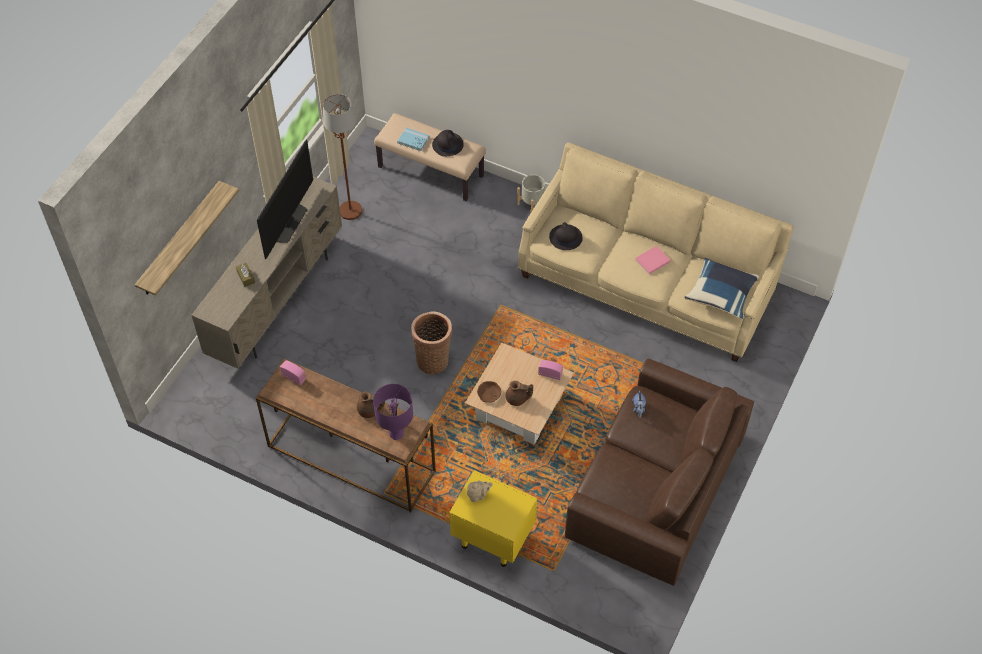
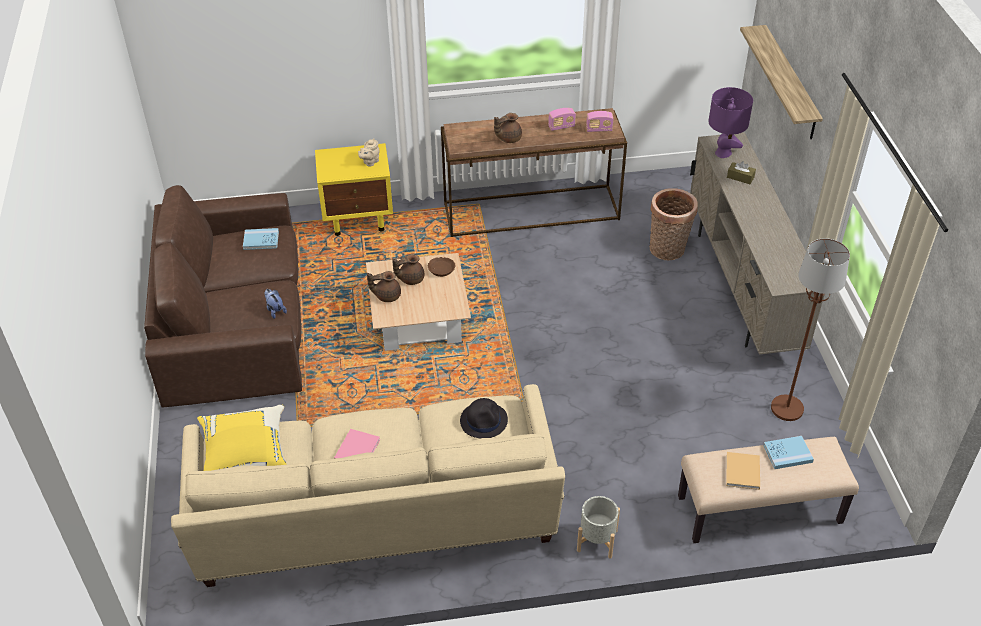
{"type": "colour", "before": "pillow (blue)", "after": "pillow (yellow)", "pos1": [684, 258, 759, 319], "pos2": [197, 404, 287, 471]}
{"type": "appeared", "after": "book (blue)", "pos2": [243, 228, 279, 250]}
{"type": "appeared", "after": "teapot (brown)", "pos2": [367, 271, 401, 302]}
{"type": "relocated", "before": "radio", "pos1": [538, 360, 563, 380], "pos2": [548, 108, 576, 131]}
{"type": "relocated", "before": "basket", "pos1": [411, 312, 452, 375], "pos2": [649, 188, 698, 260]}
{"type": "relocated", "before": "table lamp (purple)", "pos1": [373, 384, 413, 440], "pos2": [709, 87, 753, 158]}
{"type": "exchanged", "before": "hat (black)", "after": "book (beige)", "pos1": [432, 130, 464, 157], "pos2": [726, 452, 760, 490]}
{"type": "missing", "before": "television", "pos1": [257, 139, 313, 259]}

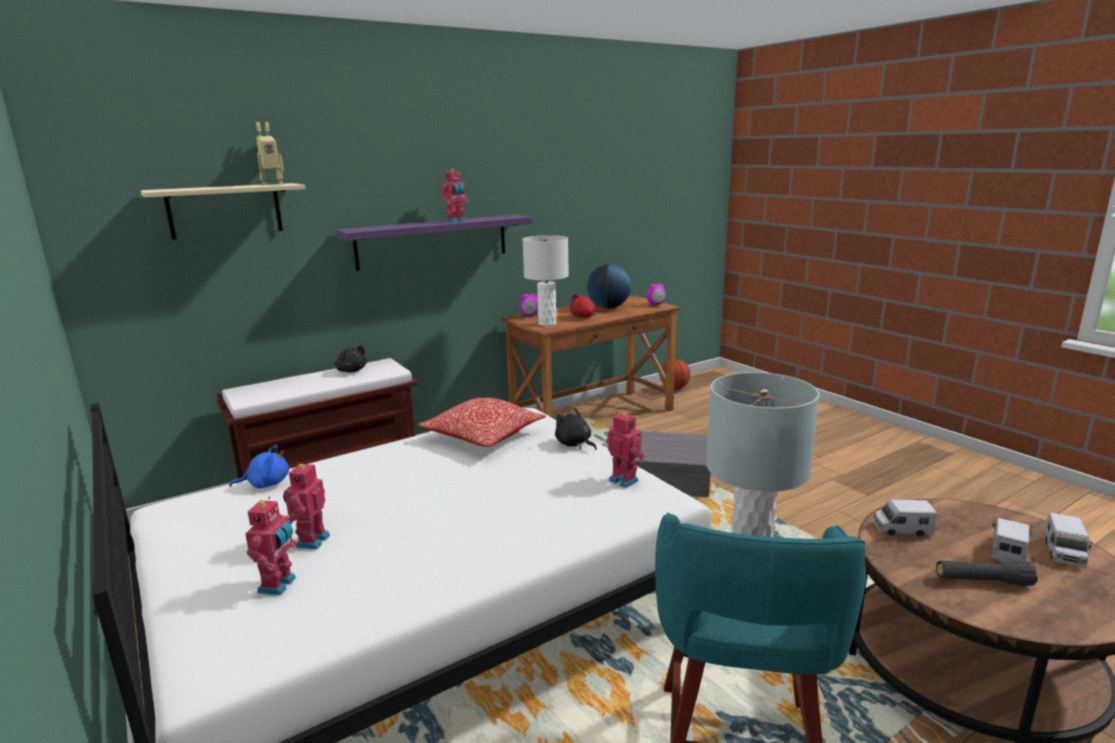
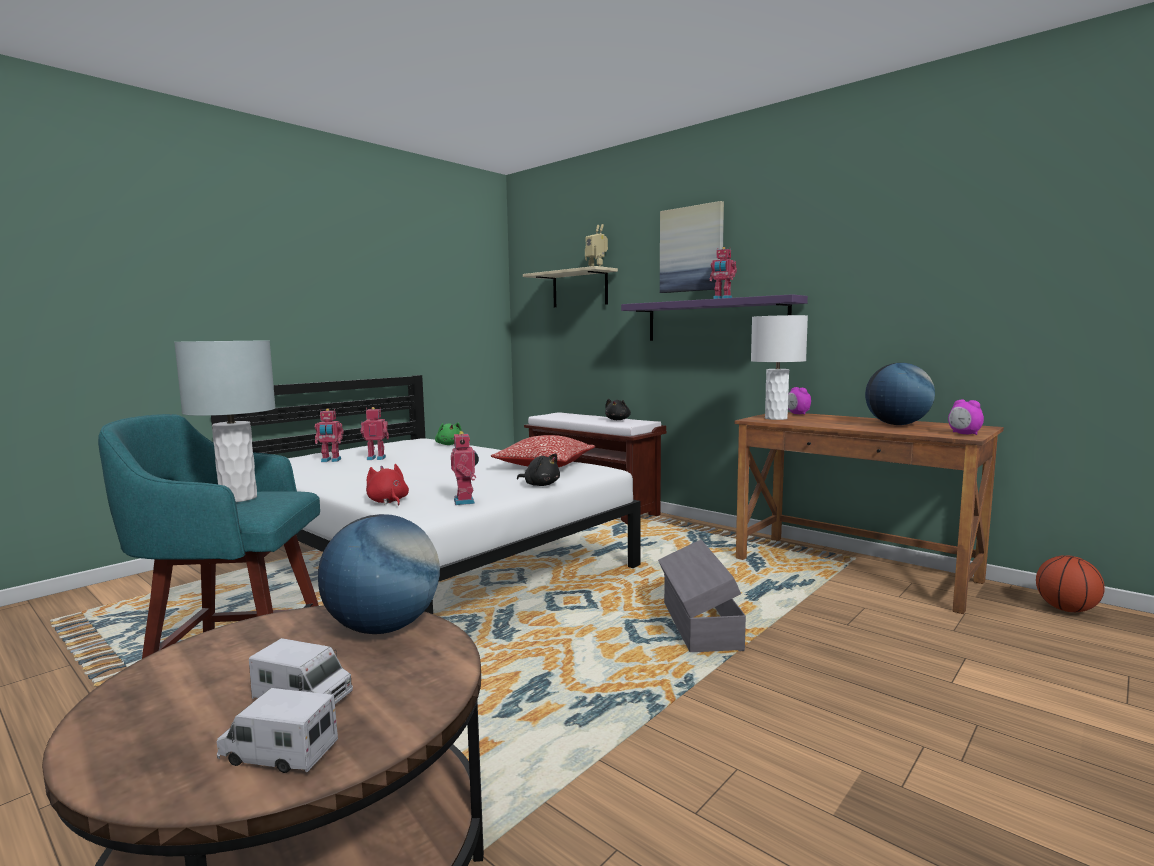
{"type": "exchanged", "before": "toy truck", "after": "globe", "pos1": [873, 499, 937, 537], "pos2": [318, 514, 440, 634]}
{"type": "relocated", "before": "plush toy (red)", "pos1": [570, 294, 604, 318], "pos2": [366, 464, 409, 506]}
{"type": "colour", "before": "plush toy (blue)", "after": "plush toy (green)", "pos1": [229, 445, 289, 489], "pos2": [435, 423, 462, 445]}
{"type": "spun", "before": "toy robot", "pos1": [606, 411, 645, 488], "pos2": [451, 431, 479, 505], "turn": -45}
{"type": "spun", "before": "plush toy (black)", "pos1": [555, 408, 597, 450], "pos2": [517, 453, 560, 486], "turn": 90}
{"type": "appeared", "after": "picture", "pos2": [660, 201, 724, 293]}
{"type": "missing", "before": "flashlight (black)", "pos1": [936, 561, 1038, 586]}

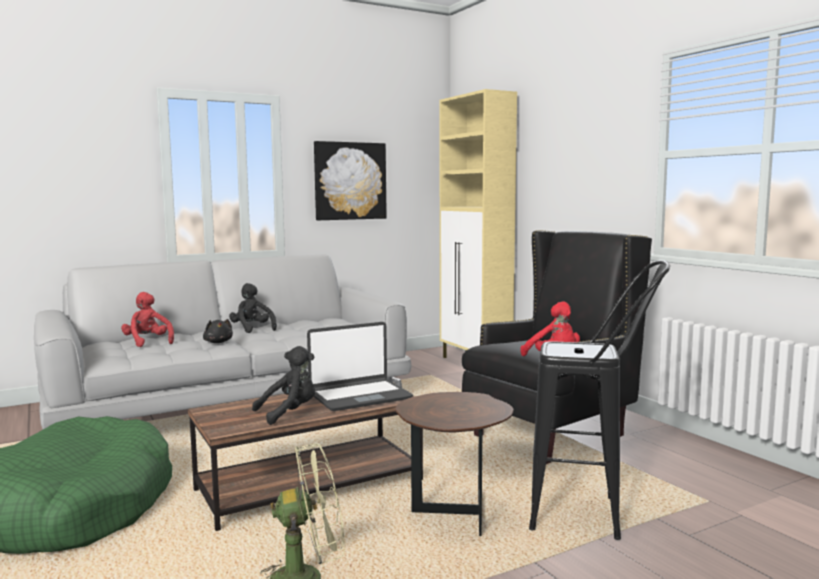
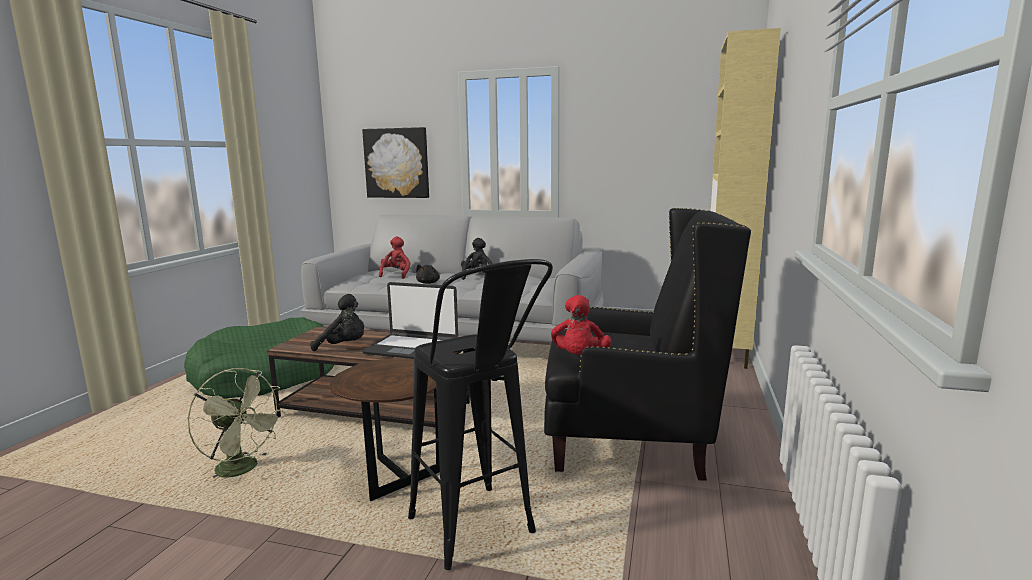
{"type": "relocated", "before": "picture", "pos1": [314, 141, 387, 220], "pos2": [362, 127, 429, 198]}

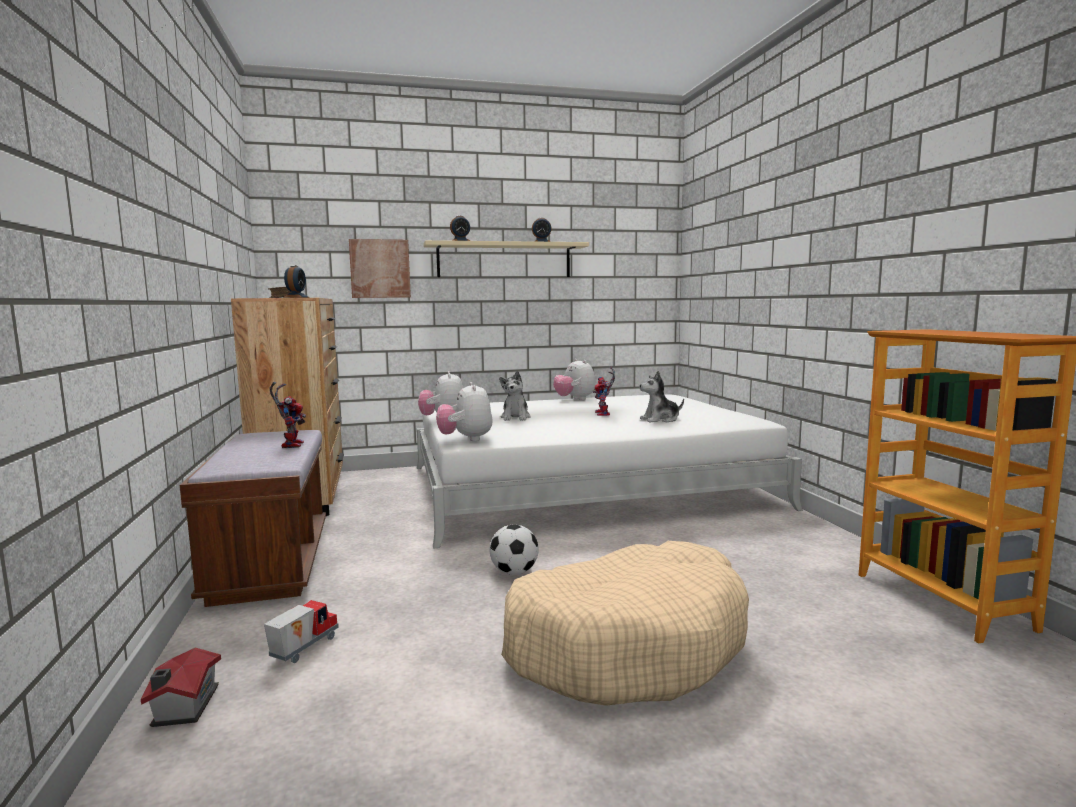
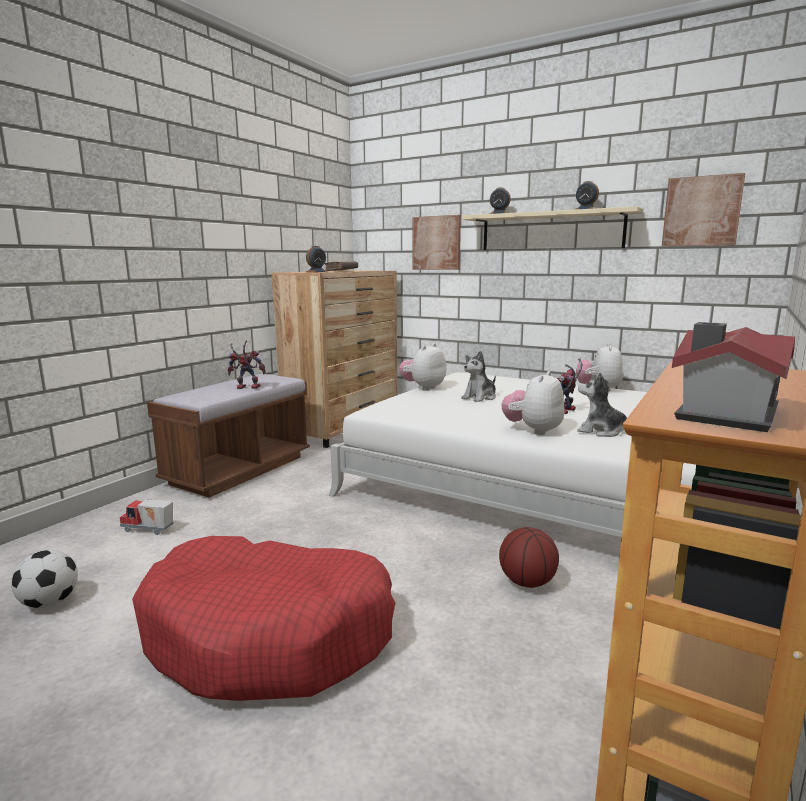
{"type": "relocated", "before": "football", "pos1": [489, 524, 539, 575], "pos2": [11, 550, 78, 608]}
{"type": "spun", "before": "toy truck", "pos1": [264, 600, 339, 663], "pos2": [120, 499, 173, 535], "turn": -150}
{"type": "colour", "before": "dog bed (beige)", "after": "dog bed (red)", "pos1": [501, 541, 749, 706], "pos2": [132, 536, 395, 701]}
{"type": "spun", "before": "toy robot", "pos1": [269, 382, 306, 448], "pos2": [228, 340, 266, 389], "turn": -120}
{"type": "appeared", "after": "basketball", "pos2": [499, 527, 559, 588]}
{"type": "relocated", "before": "plush toy", "pos1": [436, 382, 493, 441], "pos2": [502, 371, 564, 435]}
{"type": "appeared", "after": "picture", "pos2": [662, 173, 745, 247]}
{"type": "relocated", "before": "toy house", "pos1": [141, 648, 221, 727], "pos2": [672, 322, 795, 432]}

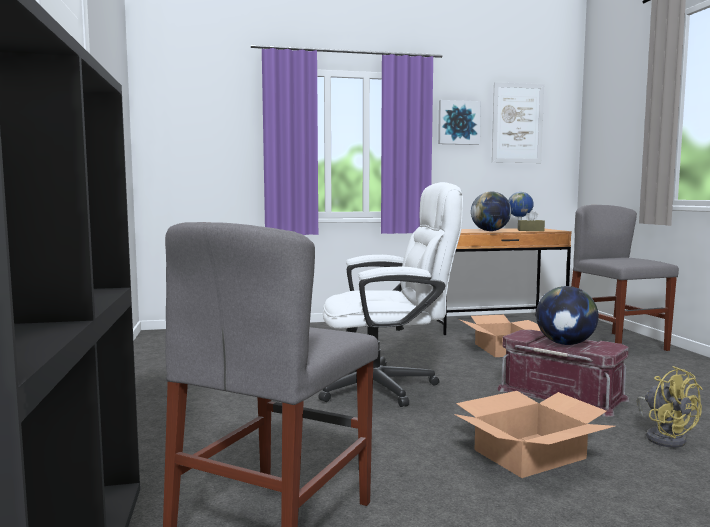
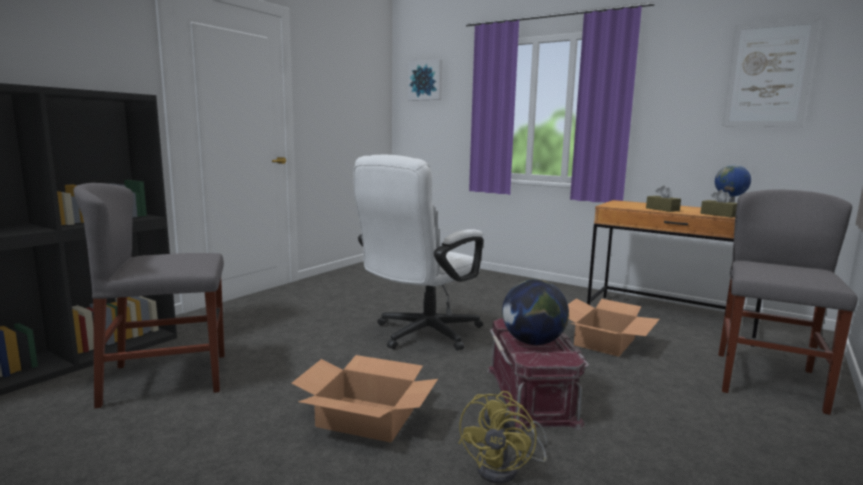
{"type": "spun", "before": "office chair (white)", "pos1": [318, 182, 463, 407], "pos2": [353, 155, 483, 351], "turn": 90}
{"type": "relocated", "before": "picture", "pos1": [438, 100, 481, 145], "pos2": [408, 59, 442, 101]}
{"type": "exchanged", "before": "globe", "after": "tissue box (brown)", "pos1": [471, 192, 511, 231], "pos2": [646, 186, 681, 212]}

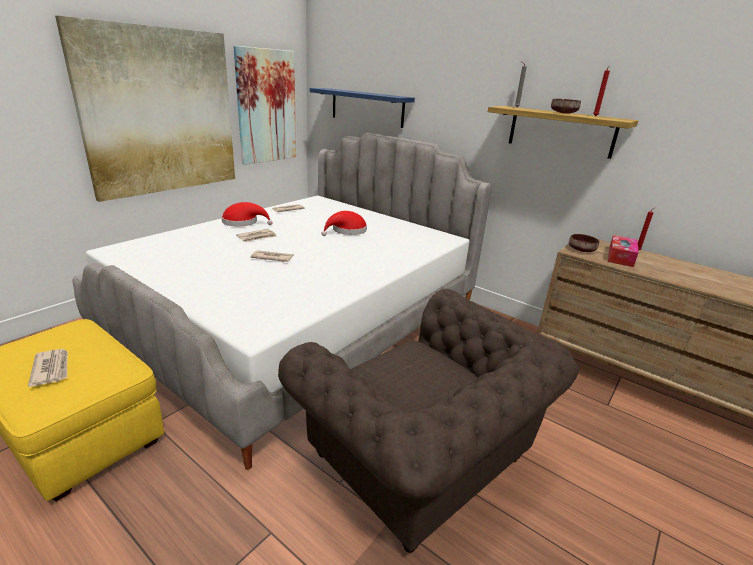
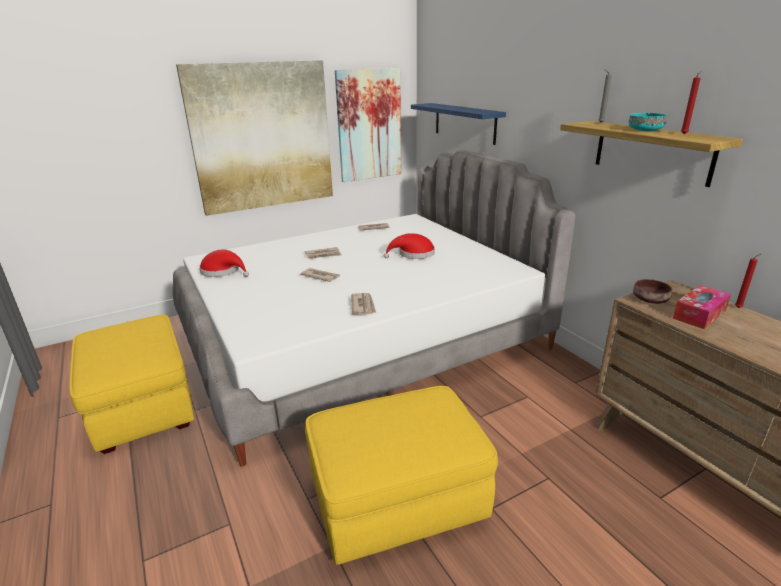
{"type": "relocated", "before": "hat (red)", "pos1": [221, 202, 273, 226], "pos2": [199, 249, 249, 277]}
{"type": "exchanged", "before": "armchair (brown)", "after": "ottoman (yellow)", "pos1": [278, 289, 579, 553], "pos2": [305, 386, 498, 565]}
{"type": "relocated", "before": "newspaper", "pos1": [28, 349, 68, 387], "pos2": [351, 293, 376, 315]}
{"type": "colour", "before": "bowl (brown)", "after": "bowl (turquoise)", "pos1": [551, 99, 581, 114], "pos2": [629, 113, 667, 131]}

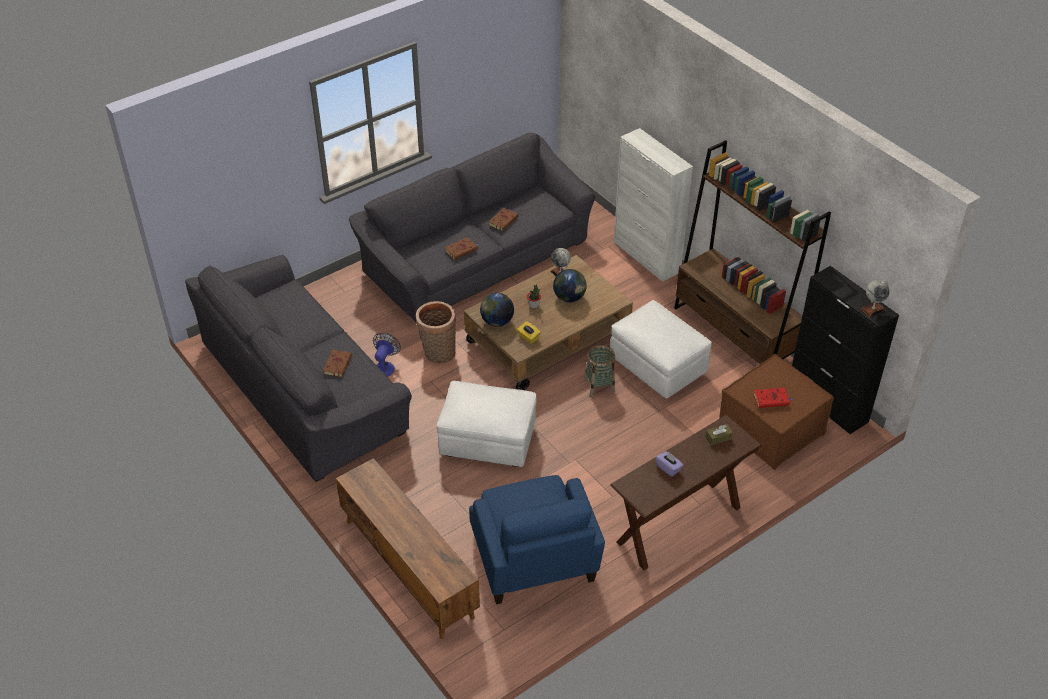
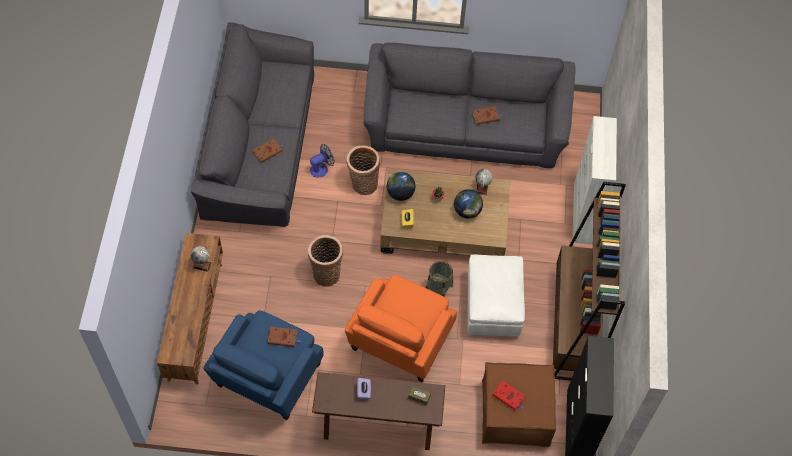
{"type": "relocated", "before": "globe", "pos1": [860, 280, 889, 318], "pos2": [191, 246, 212, 272]}
{"type": "relocated", "before": "book (brown)", "pos1": [445, 237, 478, 260], "pos2": [268, 327, 302, 347]}
{"type": "exchanged", "before": "ottoman (white)", "after": "basket", "pos1": [437, 381, 536, 467], "pos2": [308, 235, 343, 287]}
{"type": "appeared", "after": "armchair (orange)", "pos2": [345, 275, 457, 382]}

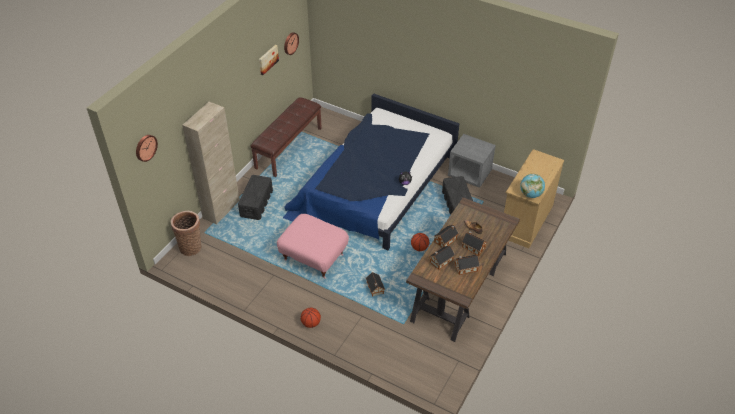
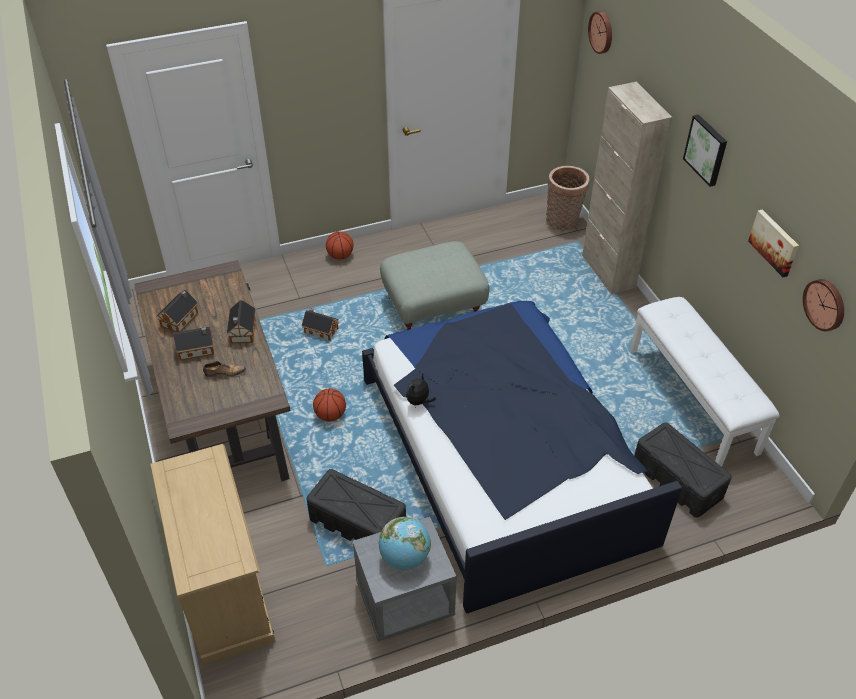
{"type": "relocated", "before": "globe", "pos1": [520, 174, 545, 198], "pos2": [378, 517, 431, 570]}
{"type": "colour", "before": "ottoman (pink)", "after": "ottoman (grey)", "pos1": [277, 214, 349, 278], "pos2": [380, 241, 490, 330]}
{"type": "colour", "before": "bench (brown)", "after": "bench (white)", "pos1": [250, 98, 322, 177], "pos2": [630, 297, 780, 467]}
{"type": "relocated", "before": "storage box (black)", "pos1": [238, 175, 273, 220], "pos2": [634, 423, 732, 518]}
{"type": "appeared", "after": "picture", "pos2": [683, 114, 727, 187]}
{"type": "missing", "before": "toy house", "pos1": [429, 246, 455, 270]}

